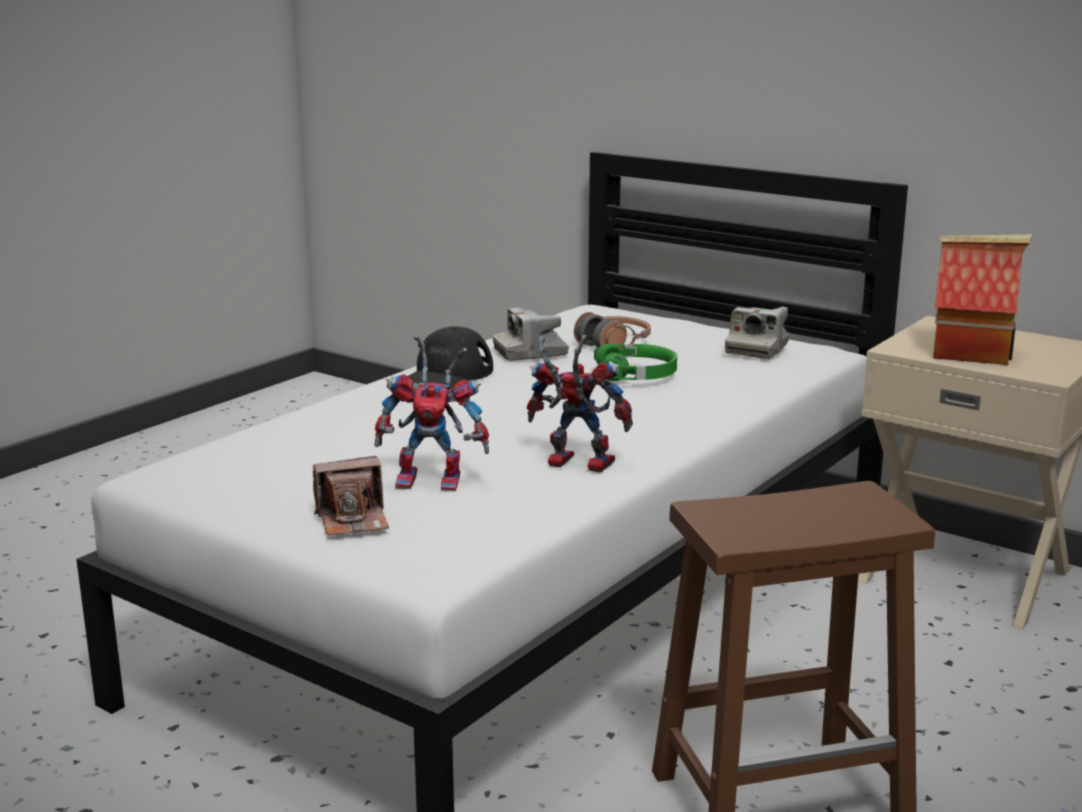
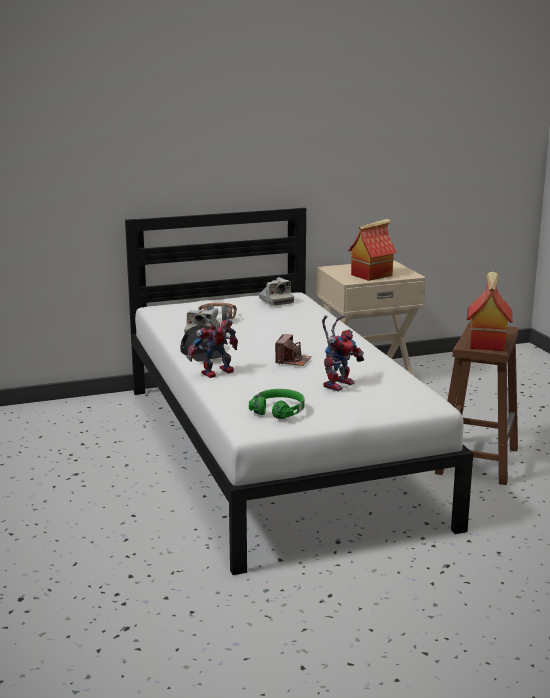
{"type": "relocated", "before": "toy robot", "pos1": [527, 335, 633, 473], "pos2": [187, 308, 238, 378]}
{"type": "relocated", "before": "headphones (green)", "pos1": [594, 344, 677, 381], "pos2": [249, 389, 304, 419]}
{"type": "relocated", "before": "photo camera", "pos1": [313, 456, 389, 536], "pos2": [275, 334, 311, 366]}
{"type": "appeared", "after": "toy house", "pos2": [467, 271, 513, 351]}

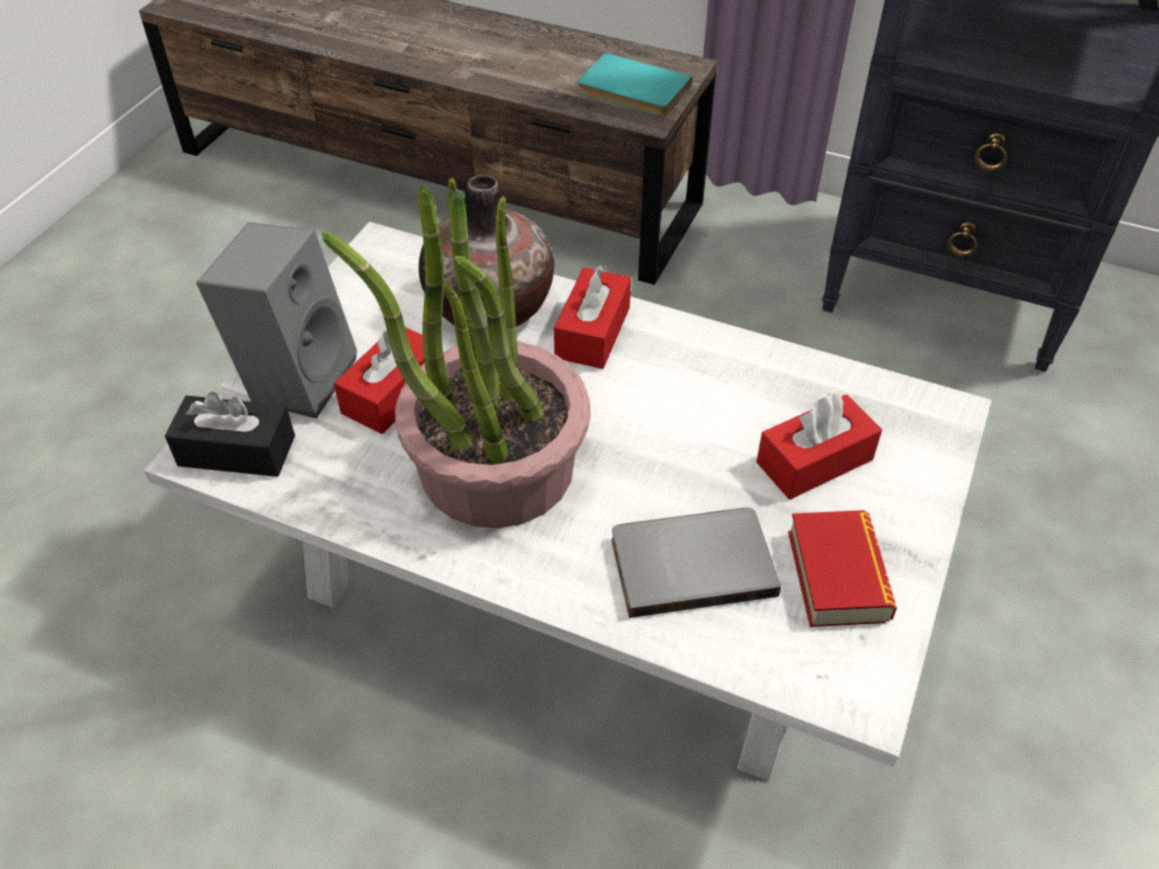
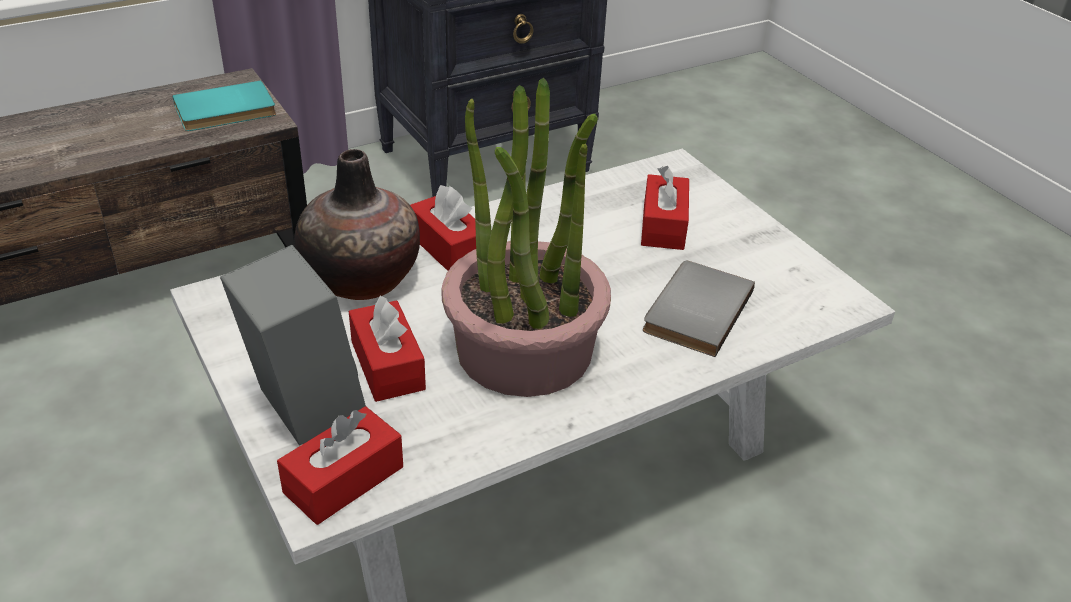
{"type": "colour", "before": "tissue box (black)", "after": "tissue box (red)", "pos1": [165, 392, 295, 477], "pos2": [277, 406, 403, 525]}
{"type": "missing", "before": "book", "pos1": [788, 510, 897, 627]}

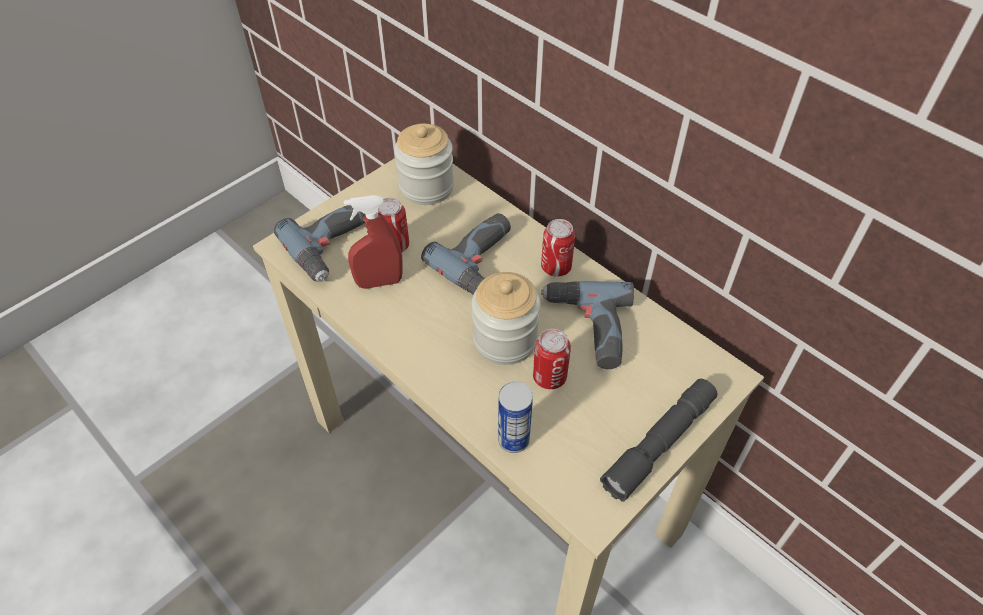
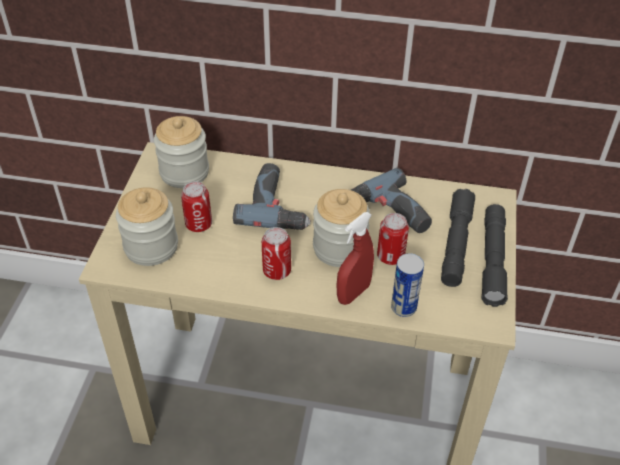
{"type": "exchanged", "before": "power drill", "after": "jar", "pos1": [274, 205, 366, 282], "pos2": [116, 187, 178, 266]}
{"type": "relocated", "before": "can", "pos1": [541, 219, 575, 277], "pos2": [262, 227, 291, 280]}
{"type": "relocated", "before": "spray bottle (red)", "pos1": [344, 195, 403, 289], "pos2": [337, 212, 374, 305]}
{"type": "appeared", "after": "flashlight (grey)", "pos2": [441, 189, 475, 287]}

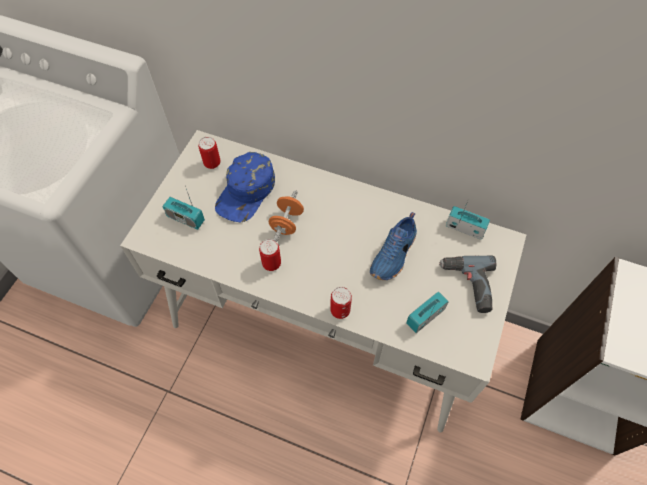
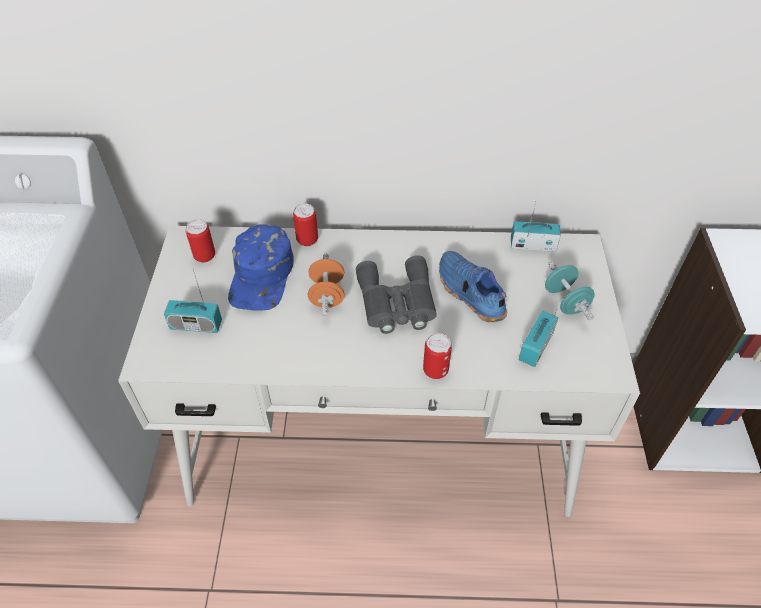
{"type": "relocated", "before": "can", "pos1": [259, 239, 281, 271], "pos2": [293, 204, 318, 246]}
{"type": "appeared", "after": "binoculars (grey)", "pos2": [356, 255, 437, 334]}
{"type": "spun", "before": "shoe (blue)", "pos1": [370, 212, 417, 280], "pos2": [439, 251, 507, 322], "turn": 135}
{"type": "exchanged", "before": "power drill", "after": "dumbbell (turquoise)", "pos1": [439, 256, 496, 313], "pos2": [545, 261, 595, 320]}

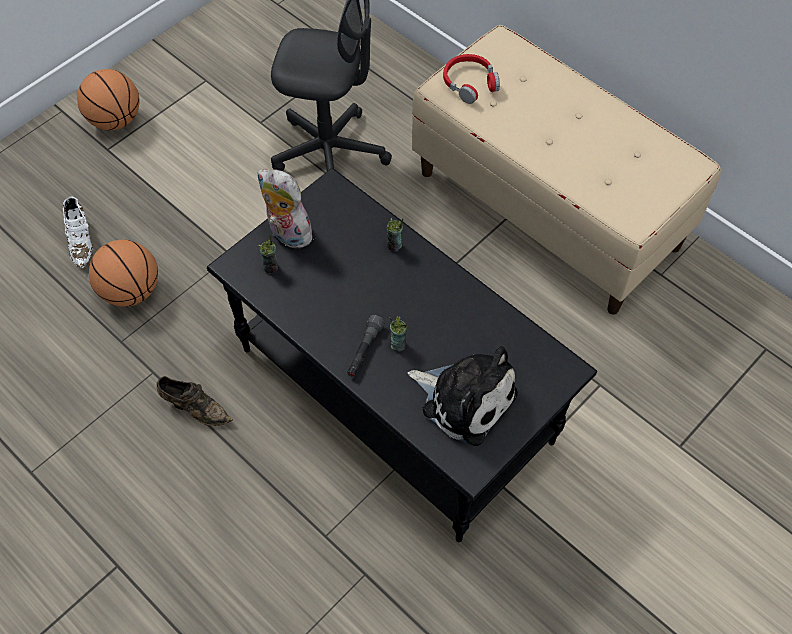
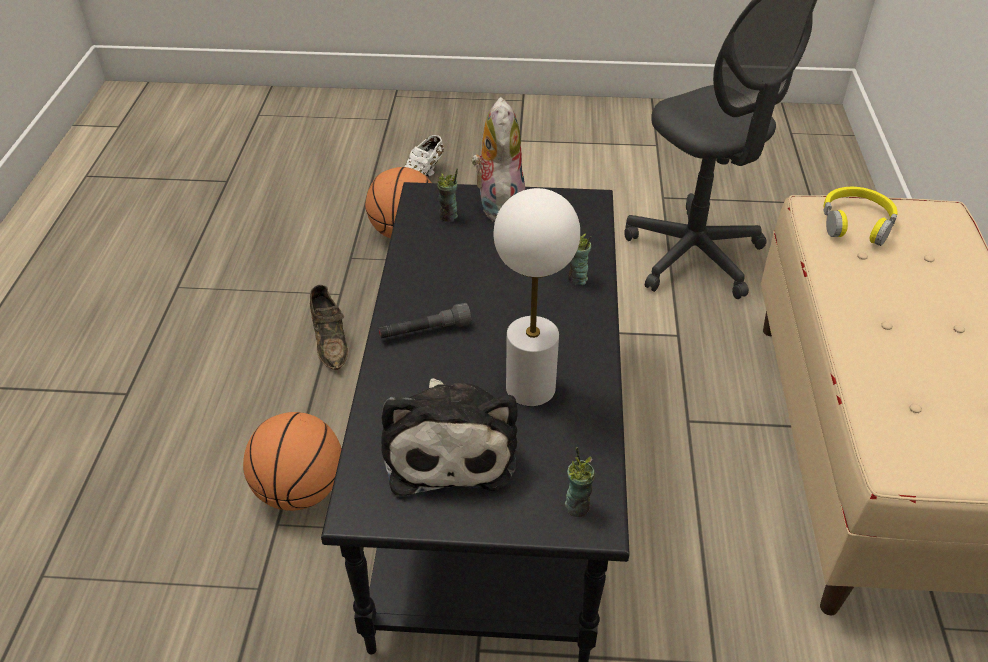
{"type": "relocated", "before": "basketball", "pos1": [77, 69, 139, 130], "pos2": [243, 412, 342, 511]}
{"type": "appeared", "after": "table lamp (white)", "pos2": [493, 188, 580, 406]}
{"type": "relocated", "before": "cup", "pos1": [390, 316, 407, 352], "pos2": [565, 447, 595, 517]}
{"type": "colour", "before": "headphones (red)", "after": "headphones (yellow)", "pos1": [443, 54, 500, 104], "pos2": [823, 187, 897, 246]}

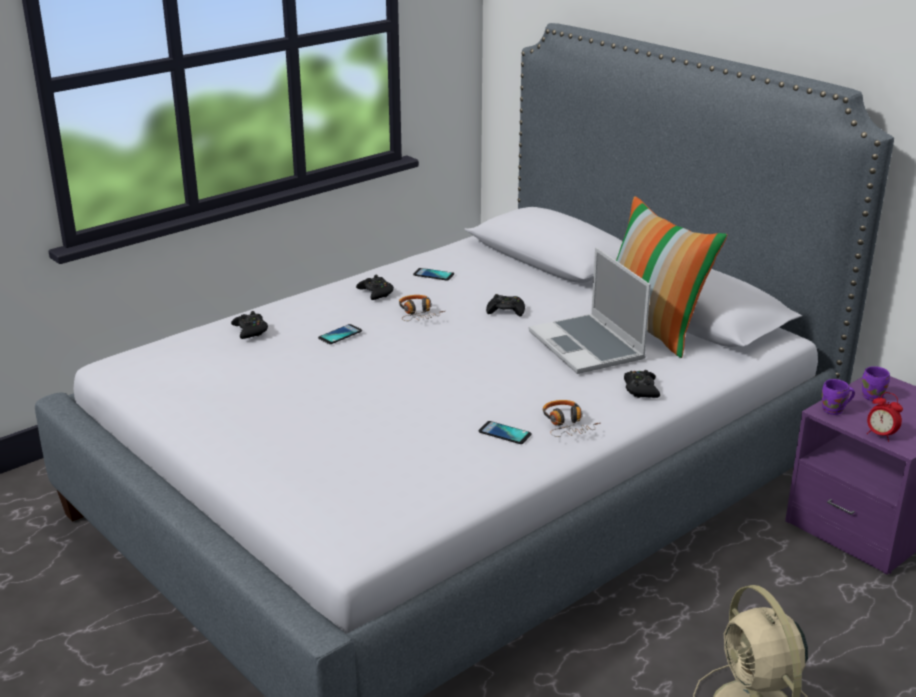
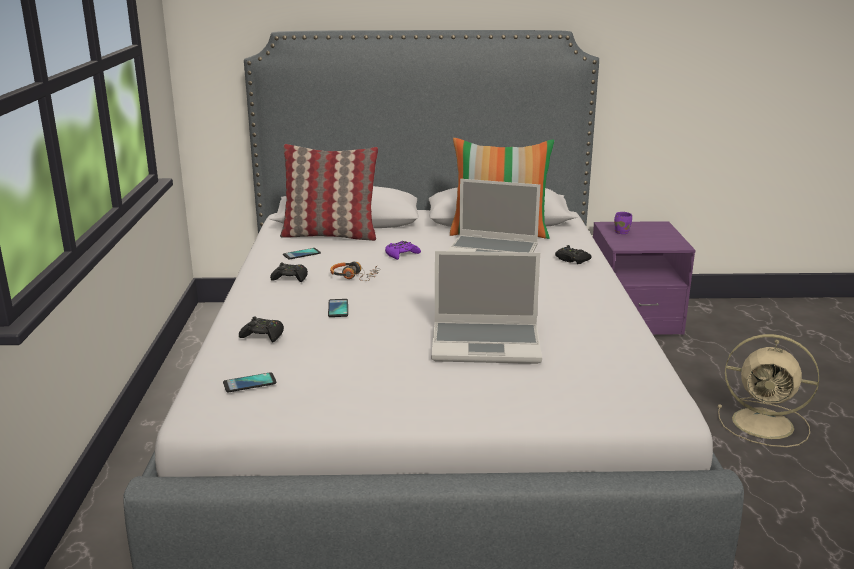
{"type": "relocated", "before": "phone", "pos1": [478, 421, 532, 444], "pos2": [223, 372, 277, 392]}
{"type": "appeared", "after": "pillow", "pos2": [280, 144, 378, 241]}
{"type": "colour", "before": "game controller (black)", "after": "game controller (purple)", "pos1": [486, 294, 525, 317], "pos2": [385, 241, 421, 260]}
{"type": "appeared", "after": "laptop", "pos2": [431, 251, 542, 364]}
{"type": "missing", "before": "headphones", "pos1": [543, 400, 600, 437]}
{"type": "missing", "before": "mug (purple)", "pos1": [822, 379, 855, 415]}
{"type": "missing", "before": "alarm clock", "pos1": [867, 392, 903, 442]}

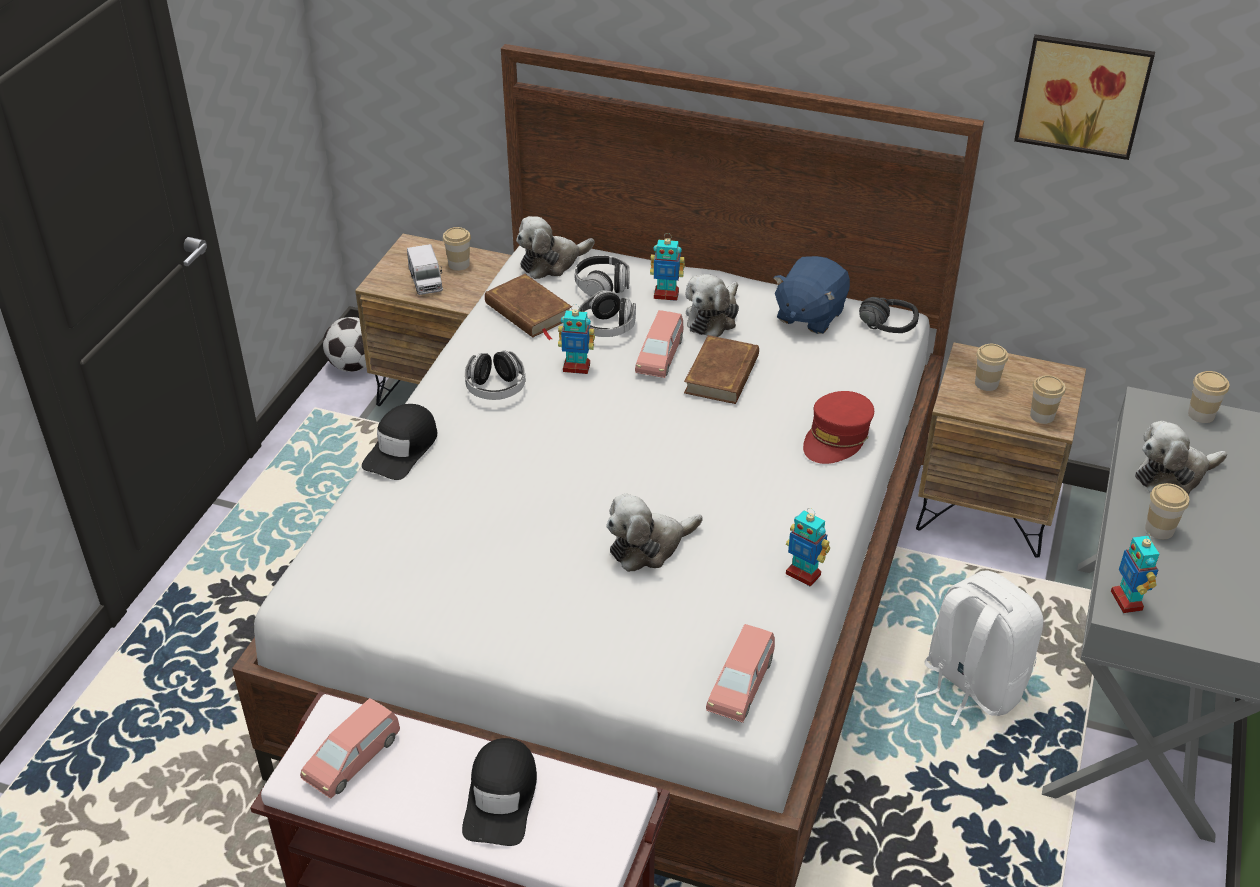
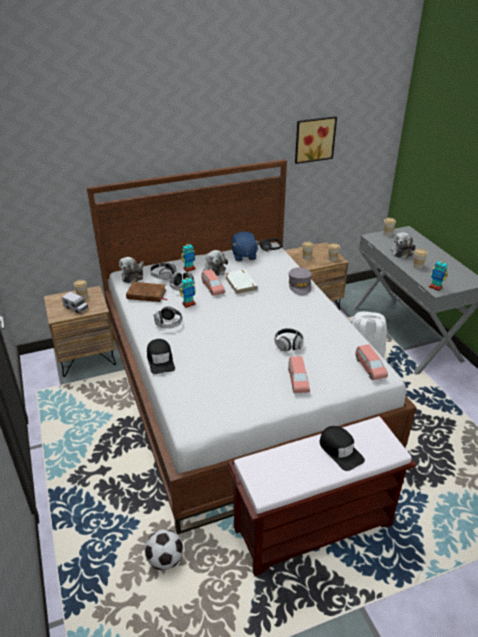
{"type": "relocated", "before": "football", "pos1": [323, 317, 366, 372], "pos2": [145, 529, 183, 570]}
{"type": "colour", "before": "book (brown)", "after": "book (white)", "pos1": [684, 335, 759, 404], "pos2": [225, 269, 258, 295]}
{"type": "exchanged", "before": "plush toy", "after": "headphones", "pos1": [606, 494, 703, 572], "pos2": [275, 328, 304, 351]}
{"type": "relocated", "before": "toy car (pink)", "pos1": [300, 698, 400, 799], "pos2": [288, 356, 310, 393]}
{"type": "colour", "before": "cap (red)", "after": "cap (grey)", "pos1": [803, 391, 874, 464], "pos2": [289, 268, 312, 295]}
{"type": "missing", "before": "toy robot", "pos1": [786, 508, 830, 587]}

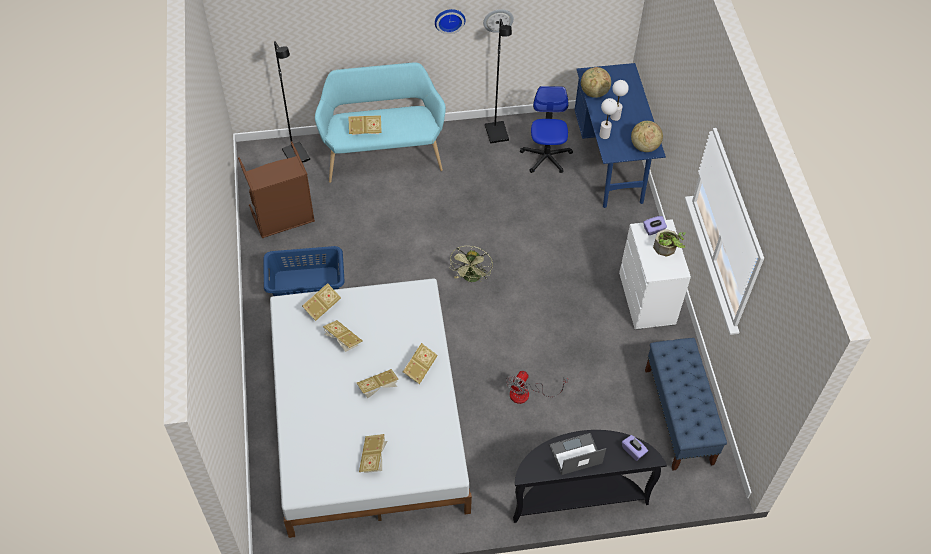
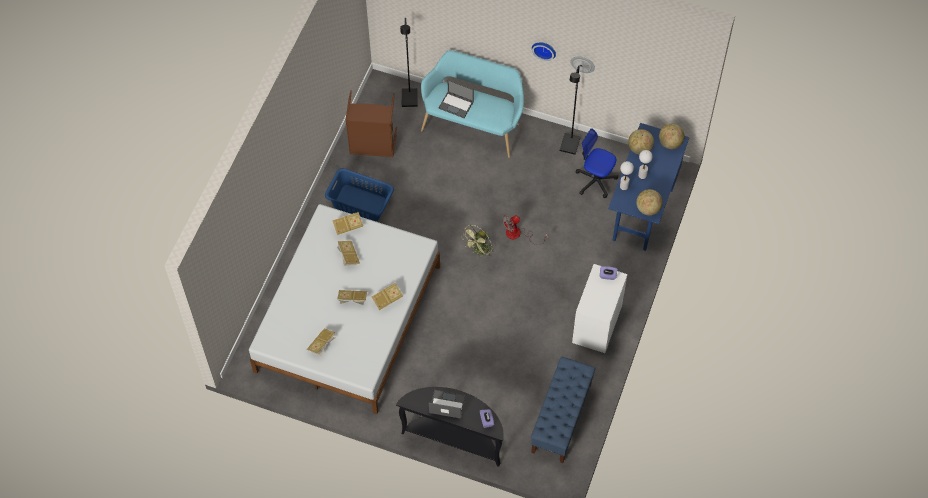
{"type": "exchanged", "before": "book", "after": "laptop", "pos1": [348, 115, 382, 135], "pos2": [438, 80, 474, 118]}
{"type": "relocated", "before": "fan", "pos1": [506, 371, 568, 404], "pos2": [503, 215, 548, 245]}
{"type": "spun", "before": "office chair", "pos1": [520, 86, 573, 173], "pos2": [575, 129, 618, 198], "turn": -90}
{"type": "appeared", "after": "globe", "pos2": [659, 124, 685, 149]}
{"type": "missing", "before": "potted plant", "pos1": [653, 229, 686, 257]}

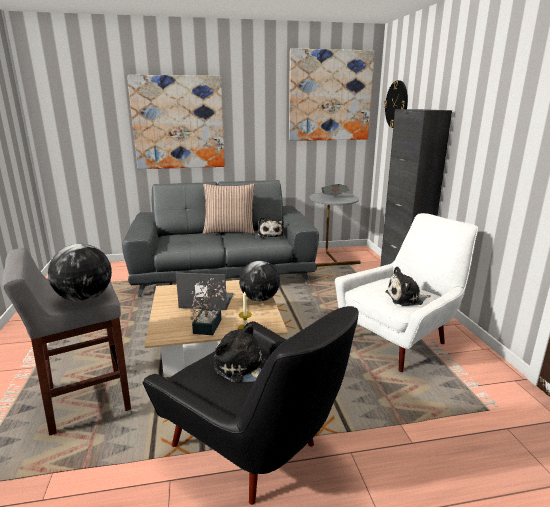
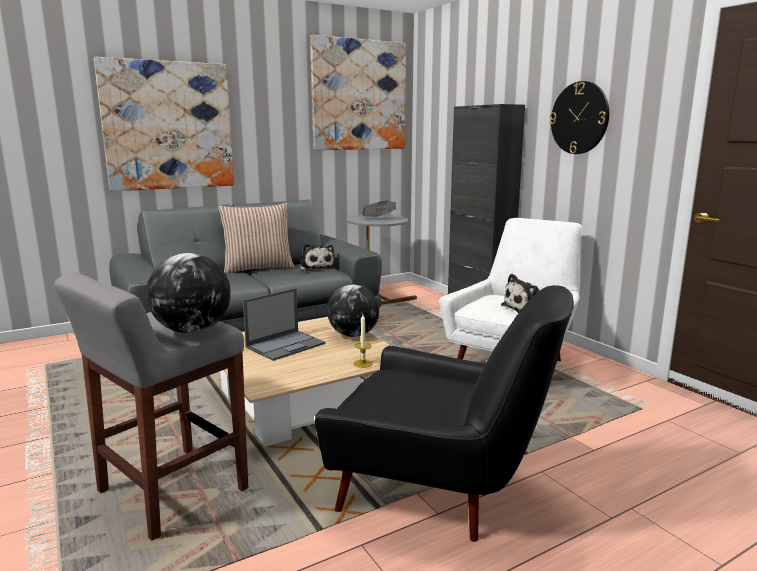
{"type": "spun", "before": "laptop", "pos1": [176, 273, 233, 310], "pos2": [243, 288, 325, 361], "turn": 150}
{"type": "relocated", "before": "wall clock", "pos1": [384, 80, 408, 128], "pos2": [550, 81, 609, 154]}
{"type": "missing", "before": "potted plant", "pos1": [190, 278, 226, 335]}
{"type": "missing", "before": "plush toy", "pos1": [213, 324, 267, 383]}

